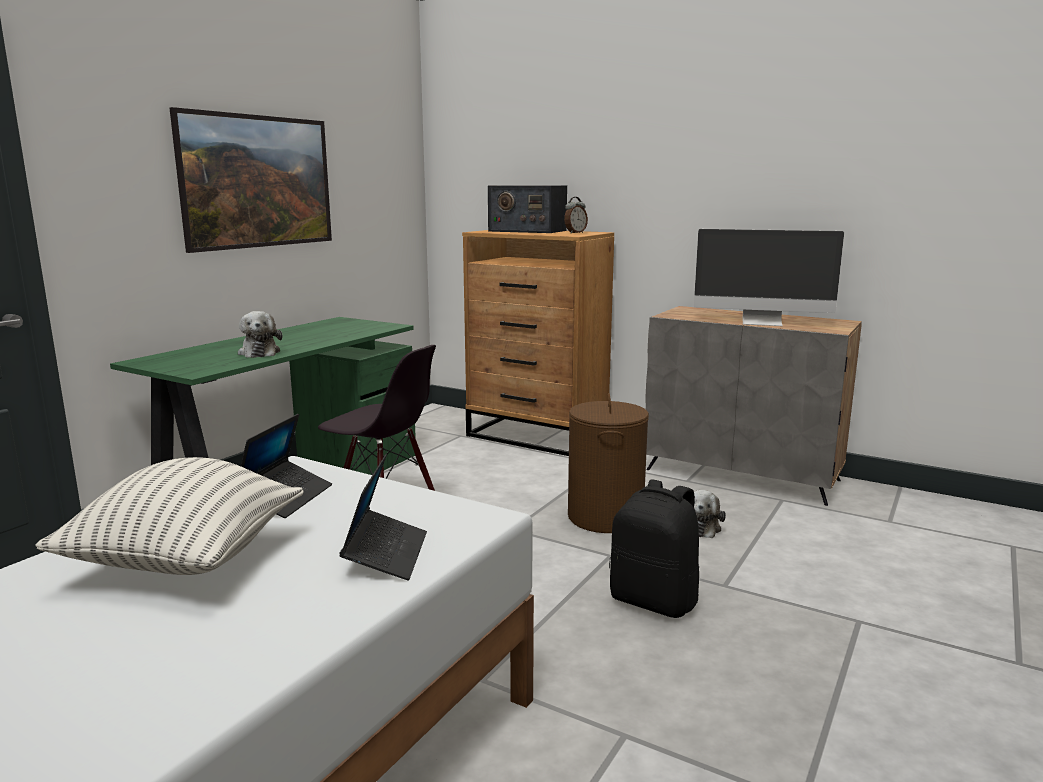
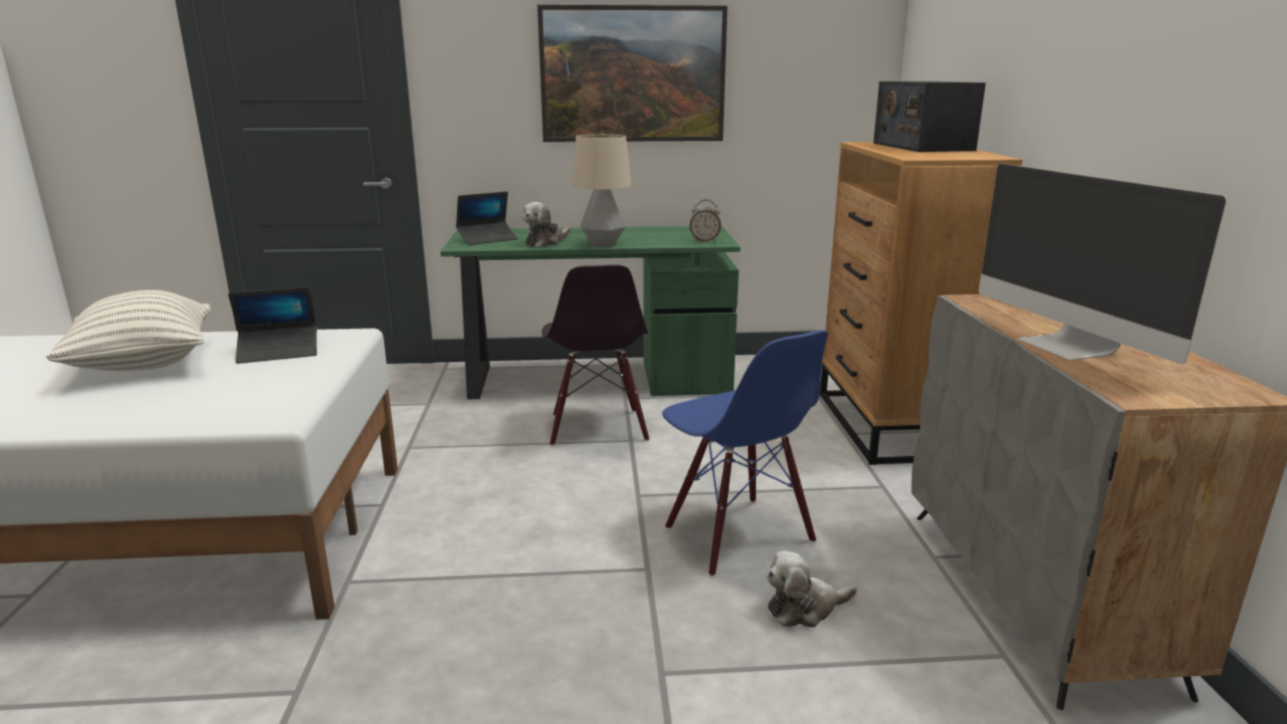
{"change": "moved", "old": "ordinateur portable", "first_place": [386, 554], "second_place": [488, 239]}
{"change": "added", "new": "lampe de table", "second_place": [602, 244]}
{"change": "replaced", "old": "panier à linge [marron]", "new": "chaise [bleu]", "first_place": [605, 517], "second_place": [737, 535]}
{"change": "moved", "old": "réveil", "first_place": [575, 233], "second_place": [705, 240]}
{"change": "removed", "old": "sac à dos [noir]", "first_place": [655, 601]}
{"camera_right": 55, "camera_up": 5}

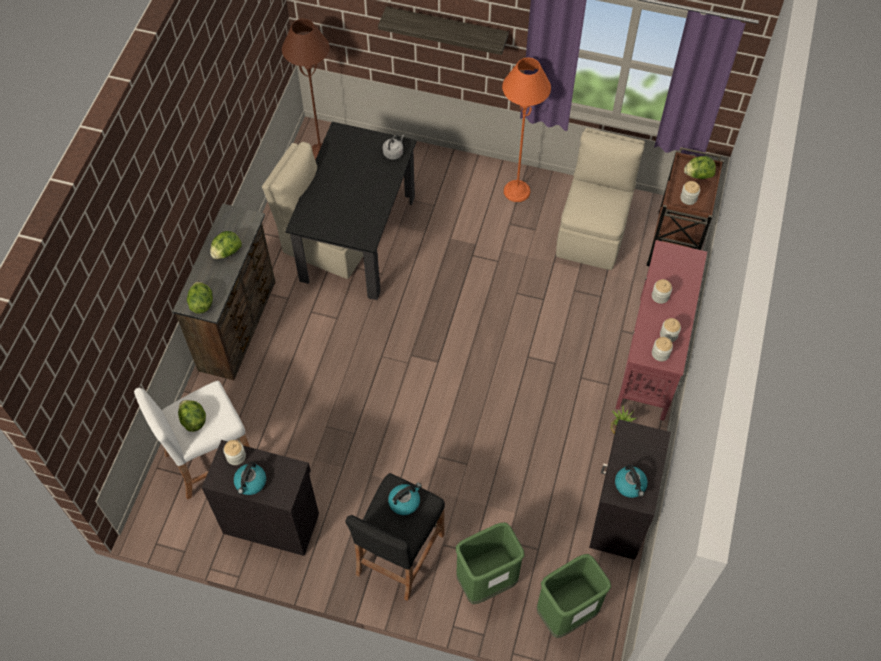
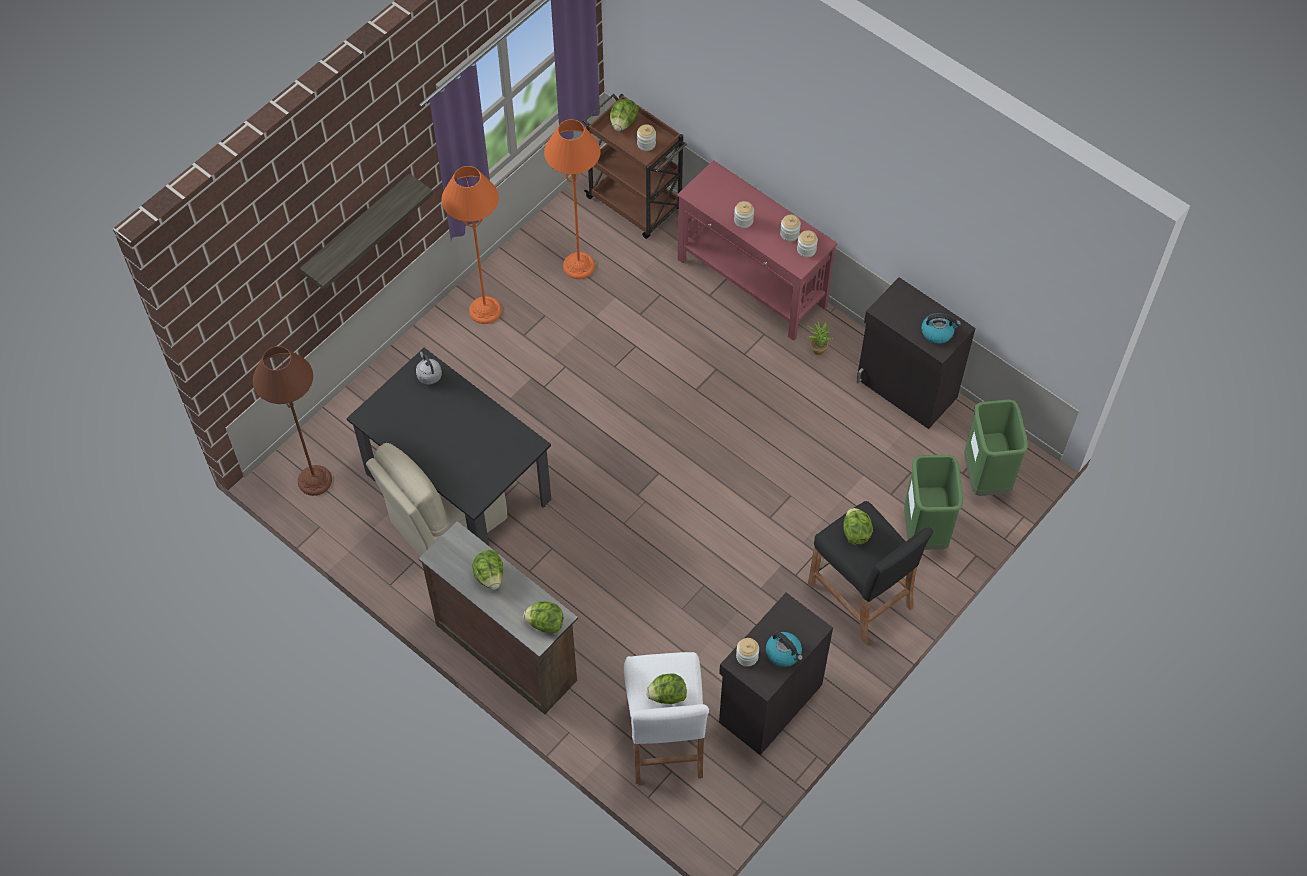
{"change": "replaced", "old": "chaise [beige]", "new": "lampadaire [orange]", "first_place": [593, 232], "second_place": [578, 266]}
{"change": "replaced", "old": "bouilloire", "new": "laitue", "first_place": [404, 501], "second_place": [855, 532]}
{"camera_right": -65, "camera_up": 0}

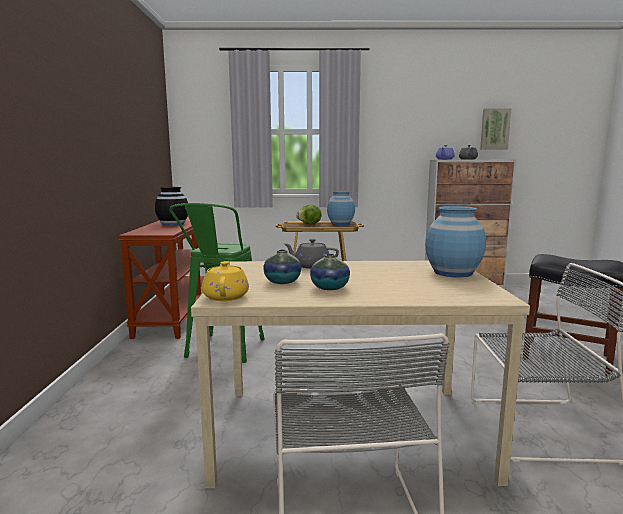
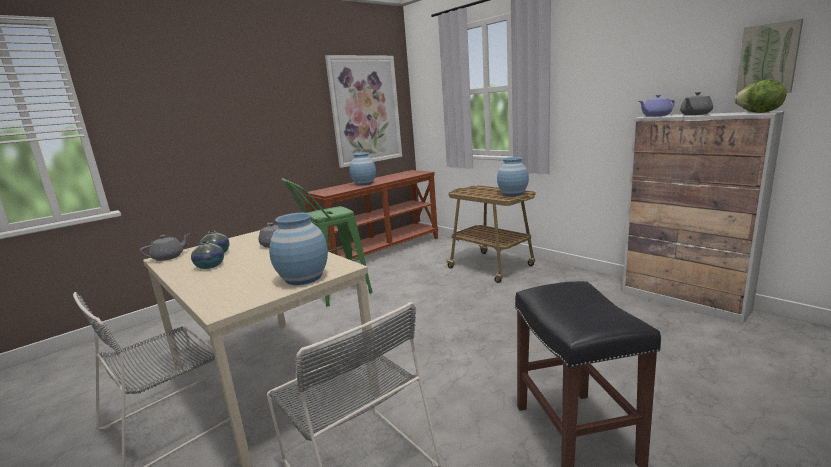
{"change": "recoloured", "old": "théière [jaune]", "new": "théière [gris]", "first_place": [226, 296], "second_place": [169, 257]}
{"change": "added", "new": "tableau", "second_place": [365, 110]}
{"change": "recoloured", "old": "vase [noir]", "new": "vase [bleu]", "first_place": [173, 224], "second_place": [364, 183]}
{"change": "moved", "old": "laitue", "first_place": [309, 224], "second_place": [759, 113]}
{"camera_right": 50, "camera_up": 5}

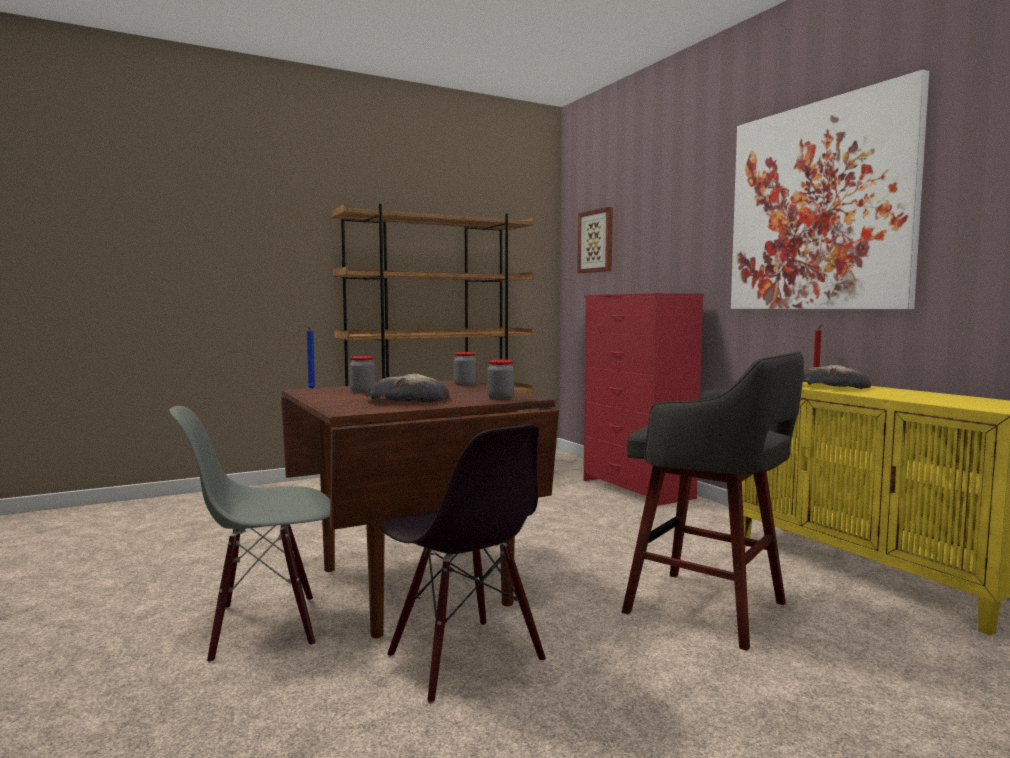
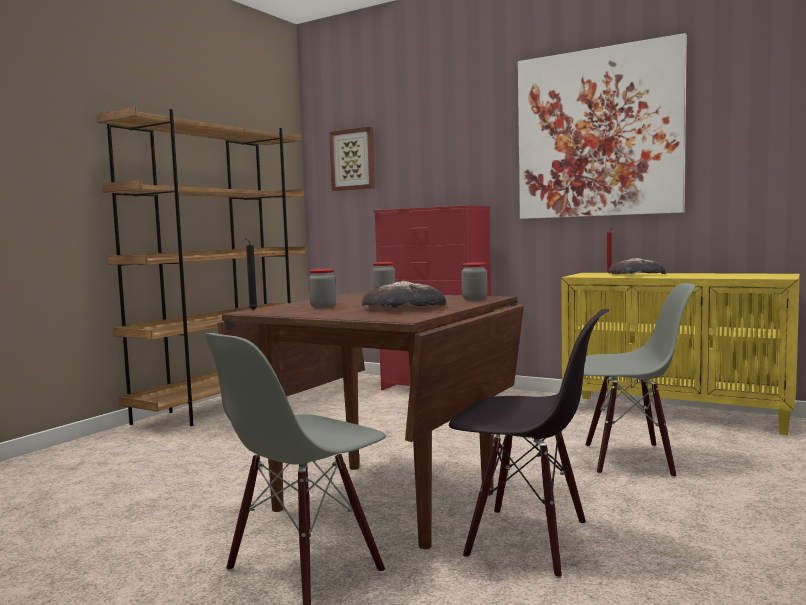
{"change": "recoloured", "old": "bougie [bleu]", "new": "bougie [noir]", "first_place": [310, 389], "second_place": [252, 310]}
{"change": "replaced", "old": "tabouret [gris]", "new": "chaise [gris]", "first_place": [711, 609], "second_place": [628, 460]}
{"camera_right": -30, "camera_up": 0}

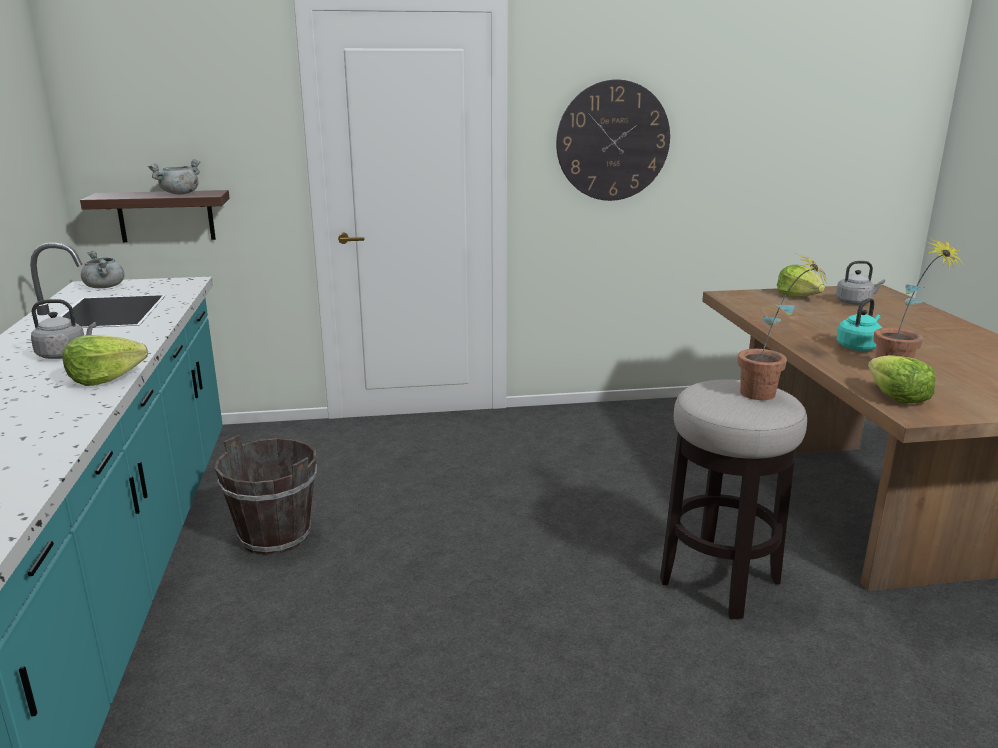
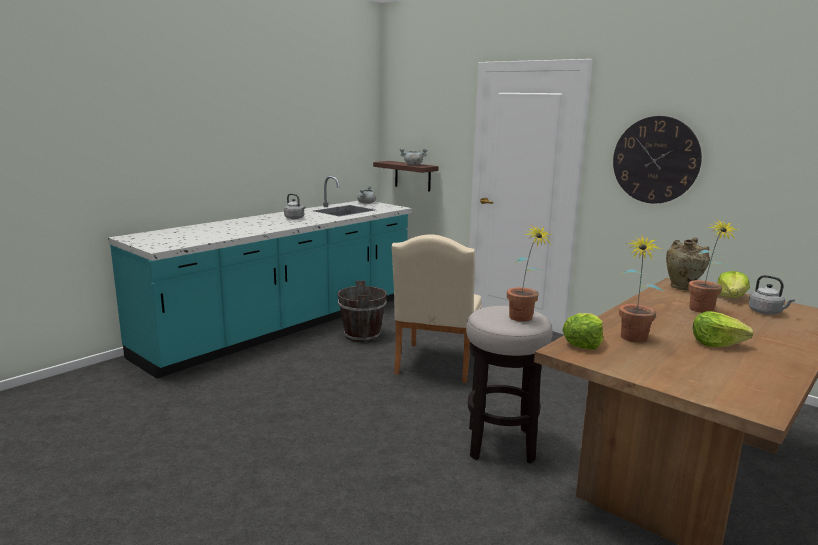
{"change": "added", "new": "chaise [beige]", "second_place": [435, 365]}
{"change": "added", "new": "vase [beige]", "second_place": [682, 288]}
{"change": "added", "new": "plante en pot", "second_place": [703, 311]}
{"change": "moved", "old": "laitue", "first_place": [105, 378], "second_place": [716, 343]}
{"change": "removed", "old": "bouilloire [turquoise]", "first_place": [858, 347]}
{"camera_right": 50, "camera_up": -5}

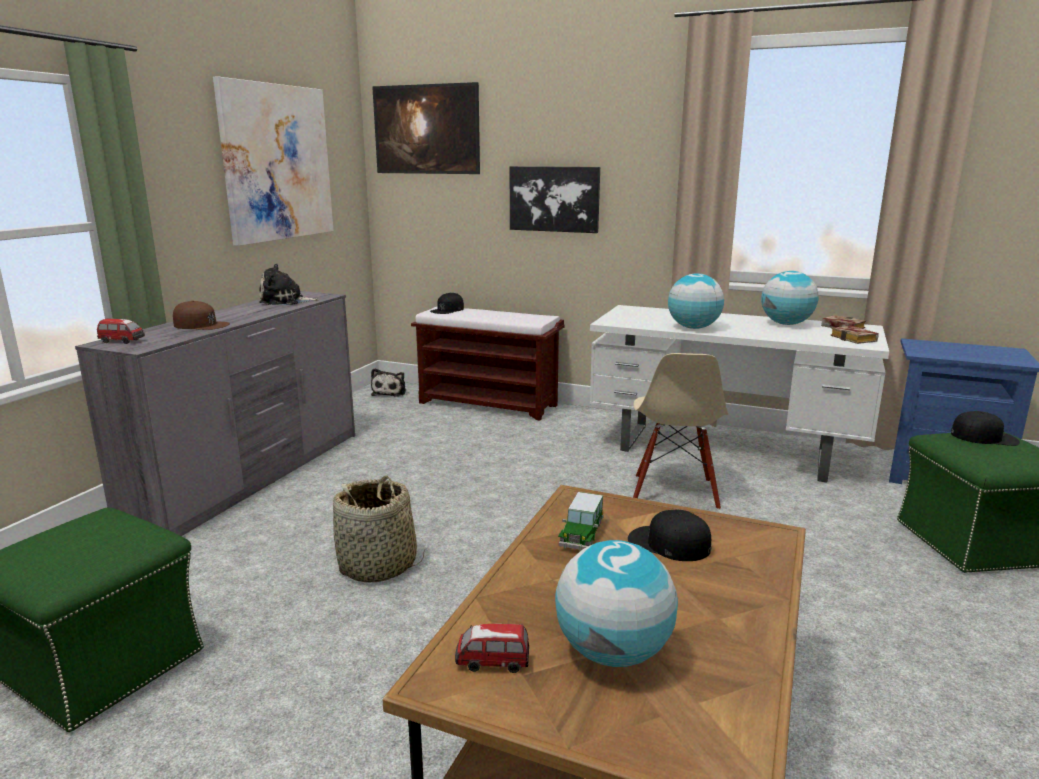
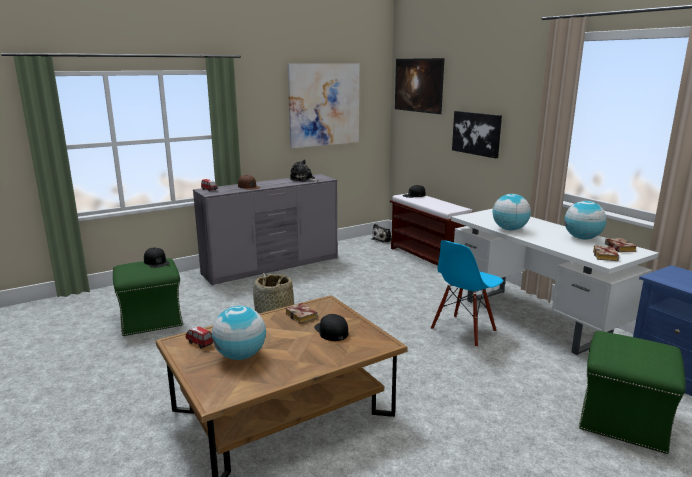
{"change": "moved", "old": "casquette [noir]", "first_place": [984, 437], "second_place": [156, 262]}
{"change": "replaced", "old": "petite voiture", "new": "livre", "first_place": [581, 535], "second_place": [302, 316]}
{"change": "recoloured", "old": "chaise [beige]", "new": "chaise [bleu]", "first_place": [674, 492], "second_place": [463, 330]}
{"camera_right": 35, "camera_up": 0}

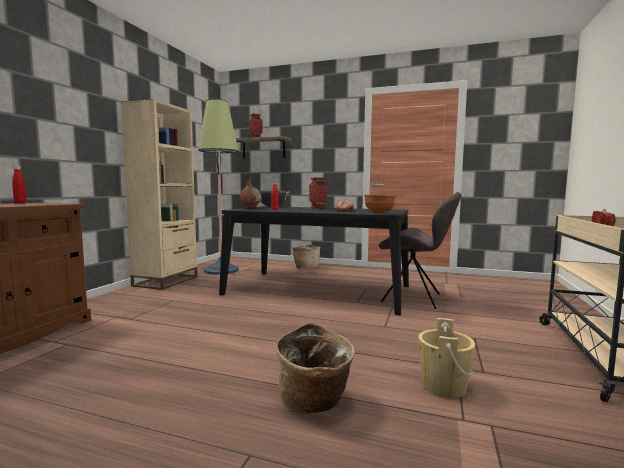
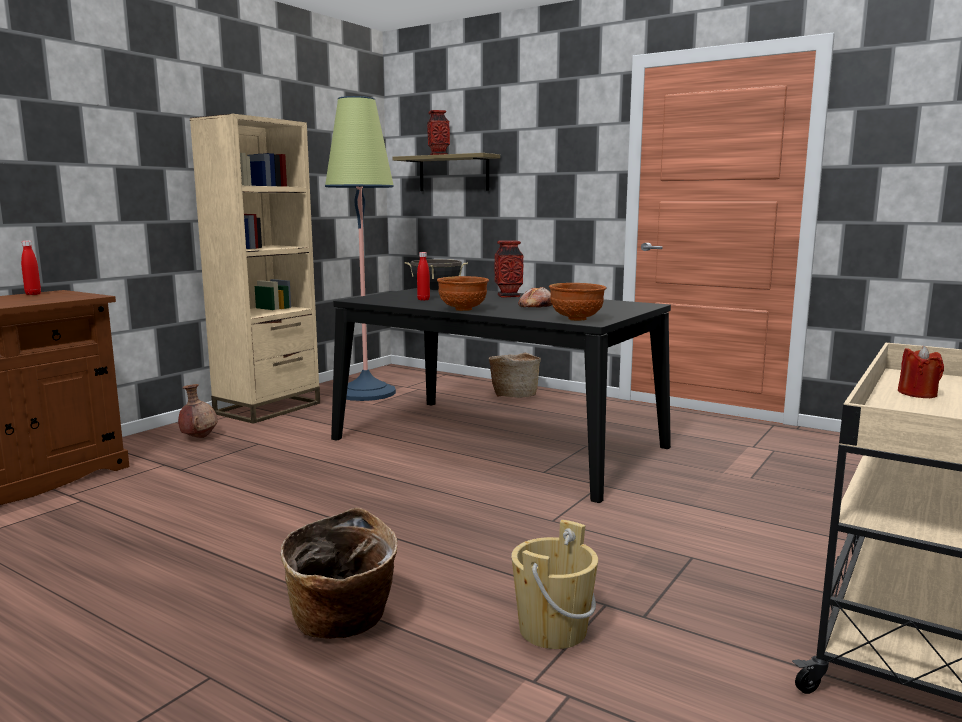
{"change": "moved", "old": "vase [marron]", "first_place": [250, 208], "second_place": [199, 437]}
{"change": "added", "new": "bol [marron]", "second_place": [462, 310]}
{"change": "removed", "old": "chaise [gris]", "first_place": [414, 298]}
{"camera_right": 15, "camera_up": 5}

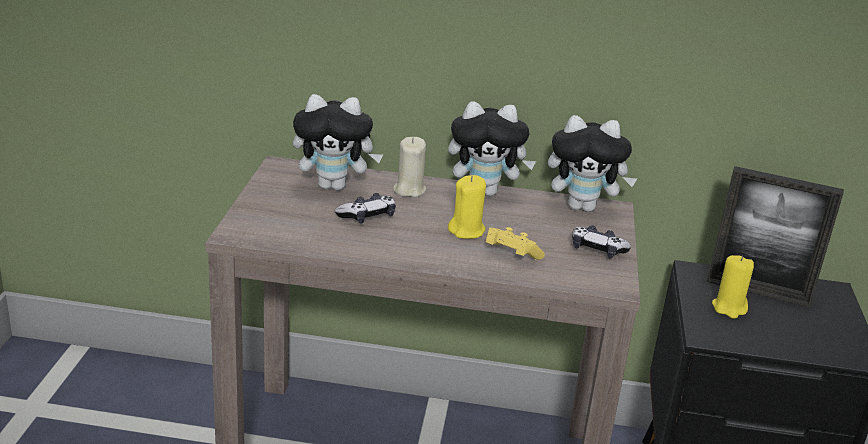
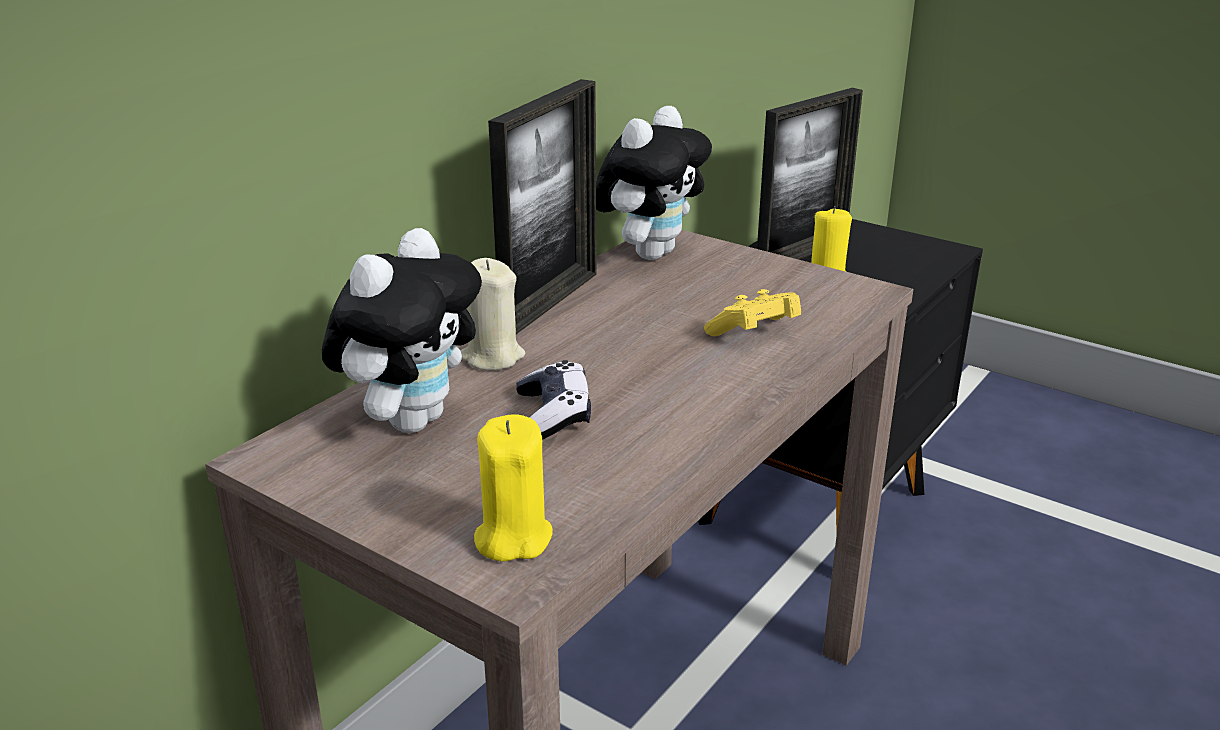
{"change": "moved", "old": "bougie [jaune]", "first_place": [466, 231], "second_place": [512, 538]}
{"change": "replaced", "old": "peluche", "new": "cadre photo", "first_place": [485, 191], "second_place": [550, 302]}
{"change": "removed", "old": "manette", "first_place": [597, 250]}
{"camera_right": -60, "camera_up": 0}

